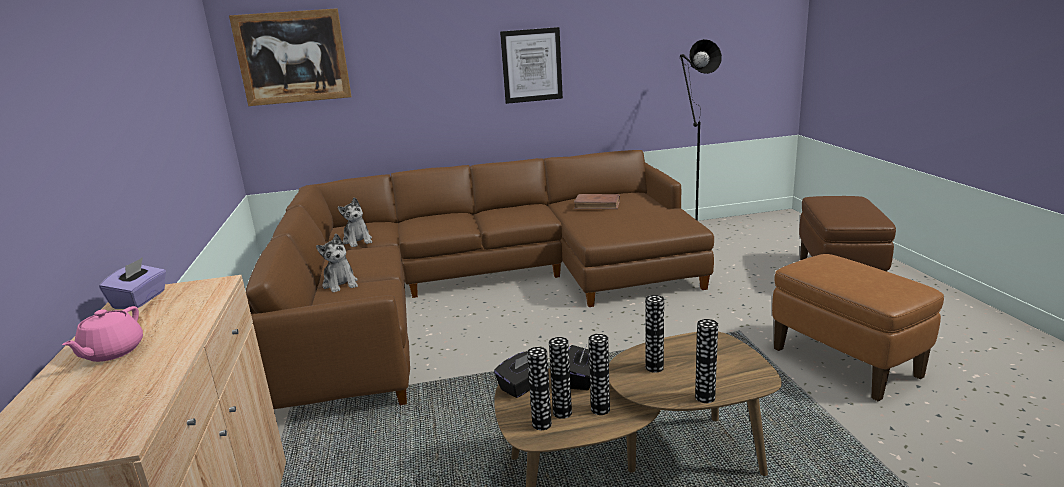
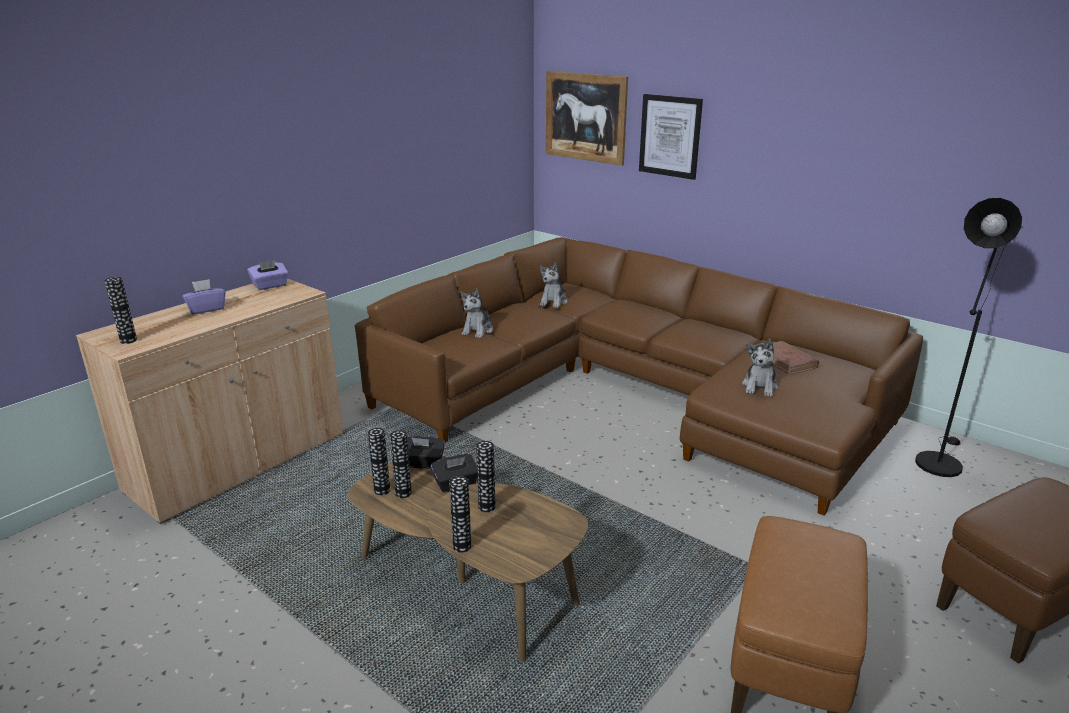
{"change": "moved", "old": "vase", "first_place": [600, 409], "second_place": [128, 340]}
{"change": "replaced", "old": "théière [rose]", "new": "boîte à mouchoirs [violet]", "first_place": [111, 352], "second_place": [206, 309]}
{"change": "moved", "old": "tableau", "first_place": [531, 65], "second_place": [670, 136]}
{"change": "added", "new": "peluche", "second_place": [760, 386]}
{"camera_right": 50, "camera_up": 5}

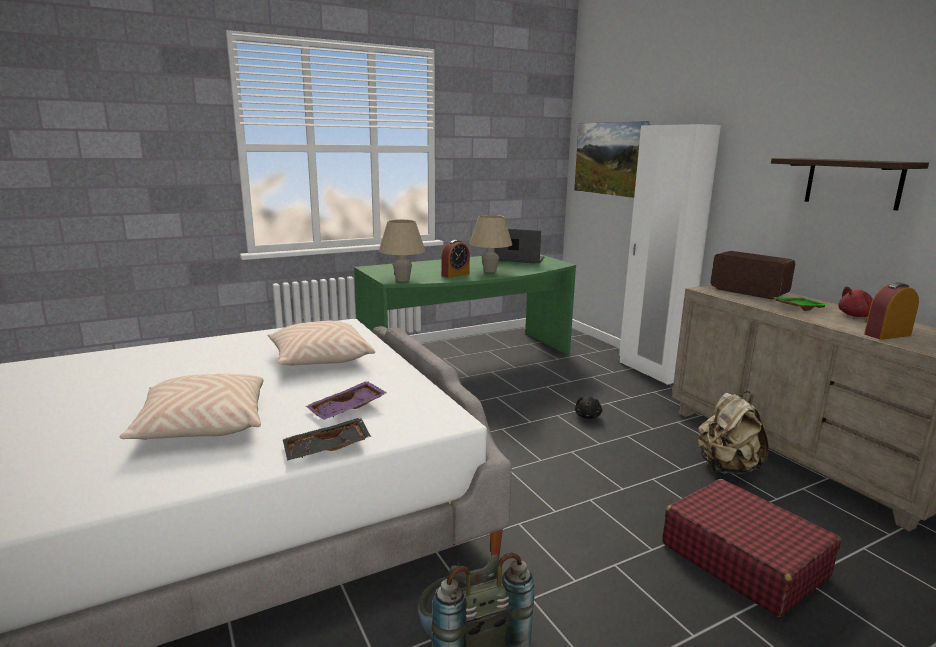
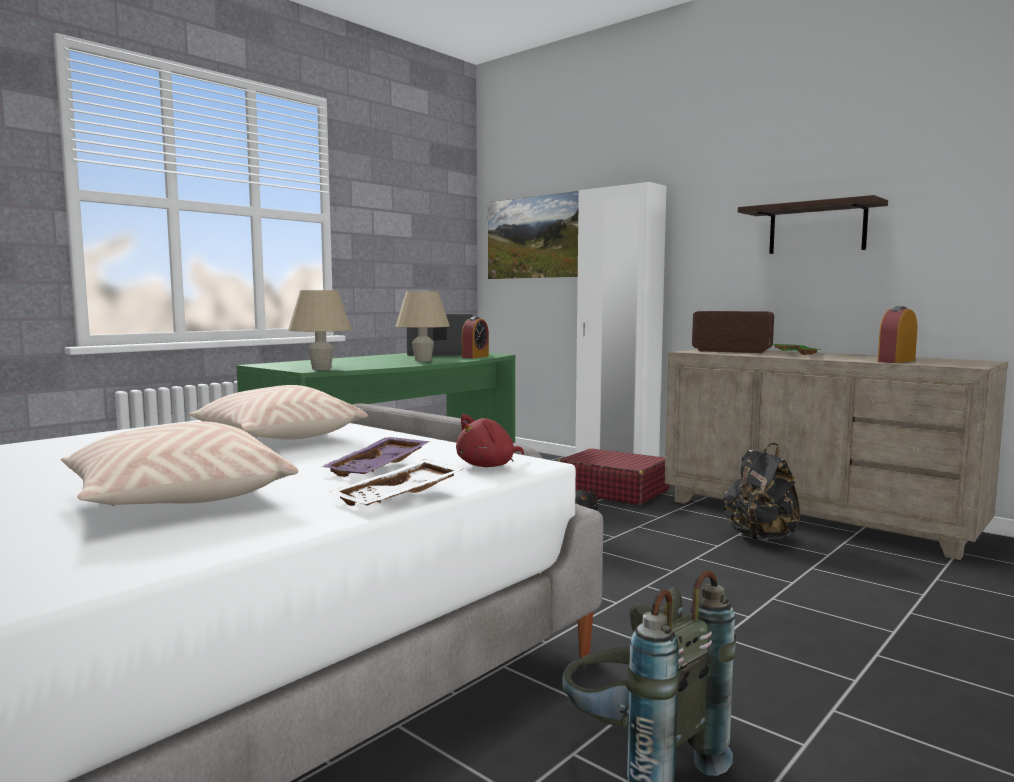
{"change": "recoloured", "old": "plateau [noir]", "new": "plateau [blanc]", "first_place": [327, 449], "second_place": [399, 498]}
{"change": "moved", "old": "peluche [rouge]", "first_place": [857, 316], "second_place": [489, 466]}
{"change": "moved", "old": "réveil", "first_place": [455, 275], "second_place": [475, 357]}
{"change": "moved", "old": "valise [rouge]", "first_place": [743, 559], "second_place": [613, 491]}
{"change": "recoloured", "old": "sac à dos [beige]", "new": "sac à dos [noir]", "first_place": [726, 468], "second_place": [760, 538]}
{"camera_right": -20, "camera_up": -10}

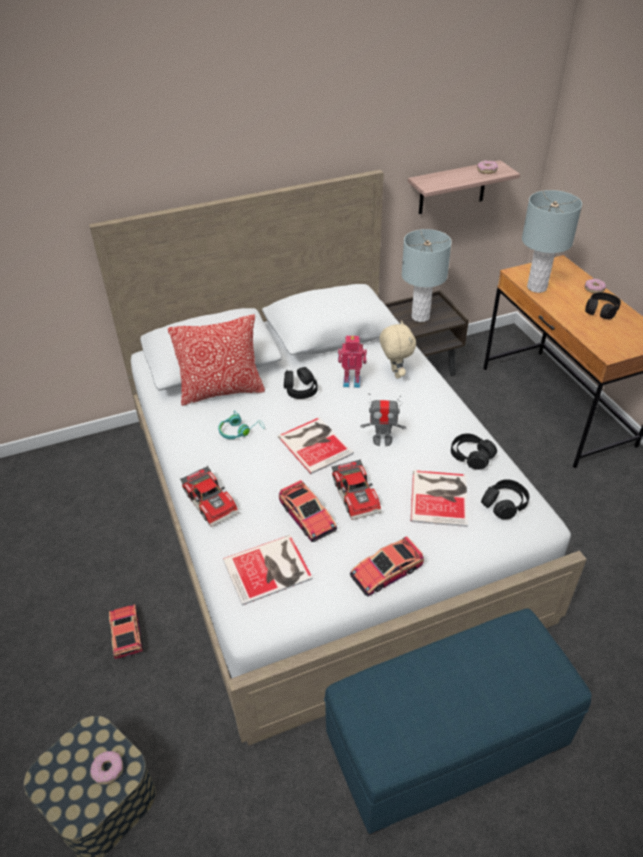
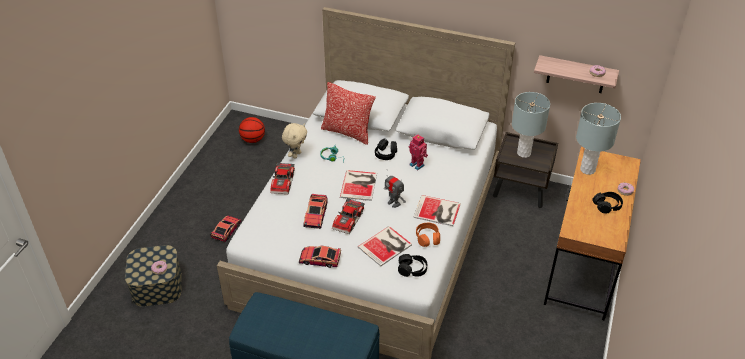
{"change": "added", "new": "ballon de basket", "second_place": [253, 140]}
{"change": "moved", "old": "peluche [beige]", "first_place": [395, 373], "second_place": [296, 155]}
{"change": "moved", "old": "livre", "first_place": [270, 570], "second_place": [438, 211]}
{"change": "recoloured", "old": "casque audio [noir]", "new": "casque audio [orange]", "first_place": [471, 456], "second_place": [427, 238]}
{"camera_right": 40, "camera_up": 0}

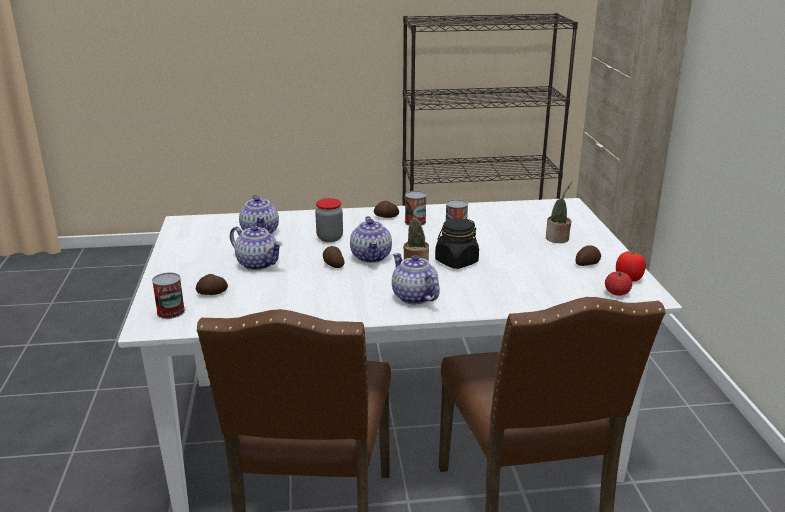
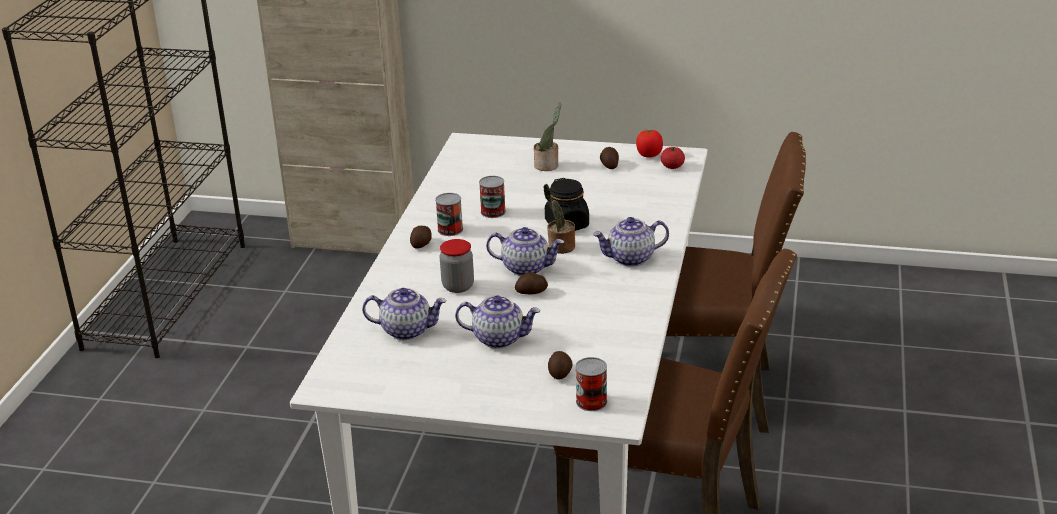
{"change": "turned", "old": "théière", "first_place": [258, 264], "second_place": [499, 338], "degrees": 45}
{"camera_right": -70, "camera_up": 5}

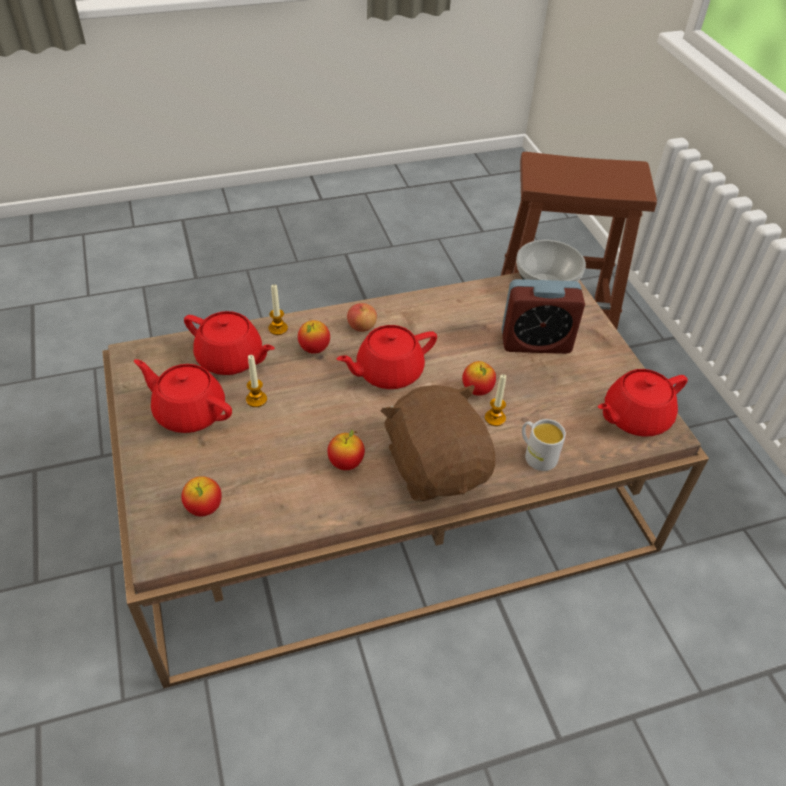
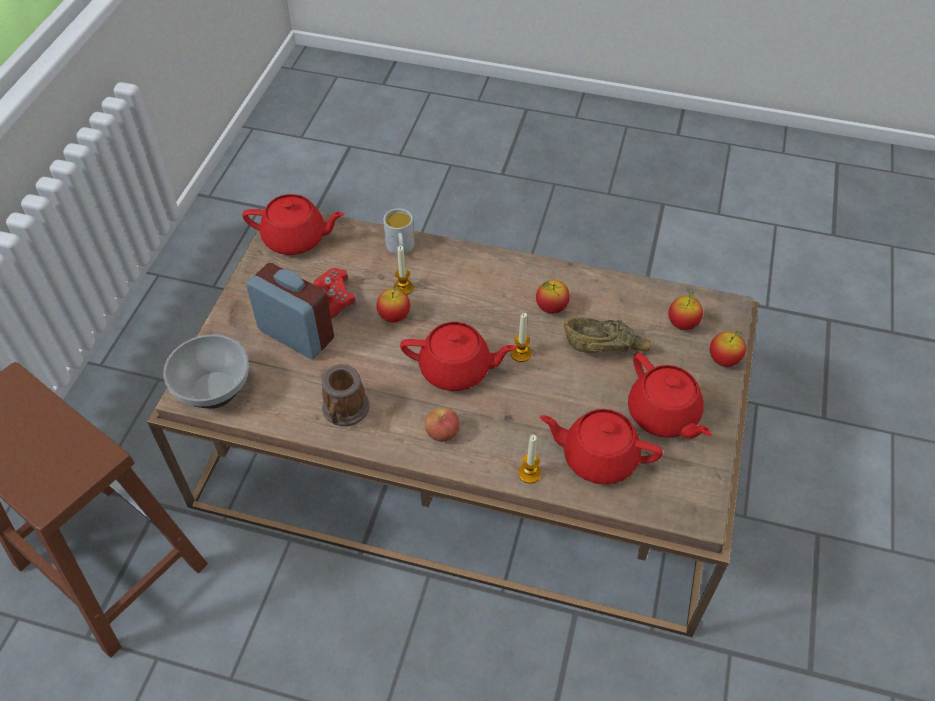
{"change": "added", "new": "manette [rouge]", "second_place": [335, 298]}
{"change": "added", "new": "mug", "second_place": [344, 412]}
{"change": "moved", "old": "bougie", "first_place": [256, 399], "second_place": [521, 353]}
{"change": "turned", "old": "théière [rouge]", "first_place": [231, 359], "second_place": [598, 457], "degrees": -45}
{"change": "added", "new": "bol [marron]", "second_place": [604, 346]}
{"change": "moved", "old": "pomme", "first_place": [314, 349], "second_place": [723, 360]}
{"change": "removed", "old": "peluche [marron]", "first_place": [437, 467]}
{"camera_right": -145, "camera_up": 5}

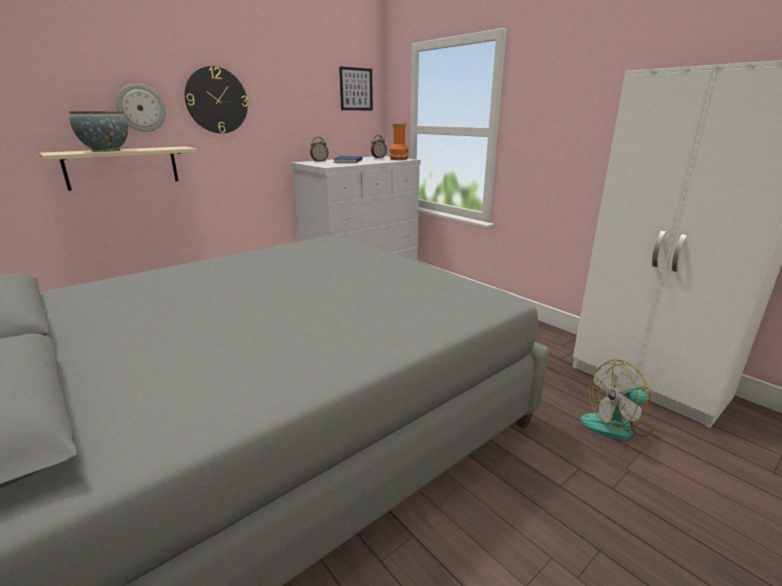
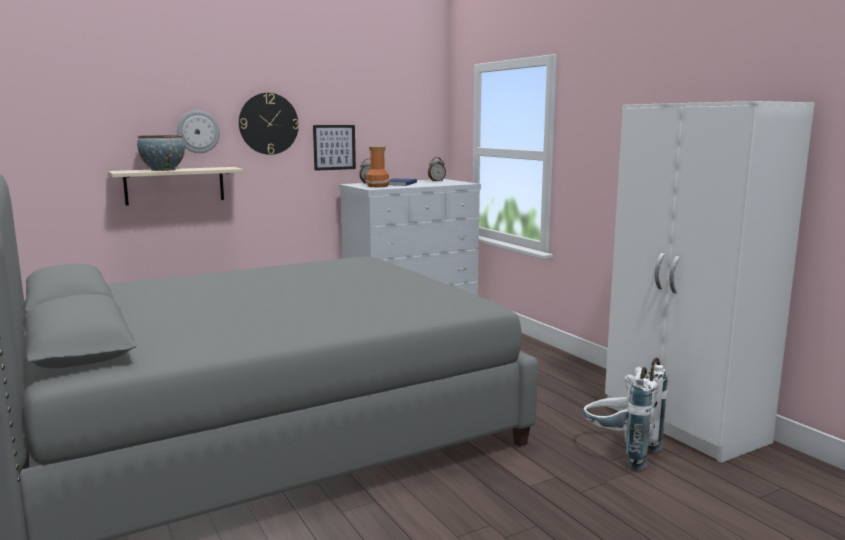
{"change": "moved", "old": "tableau", "first_place": [356, 89], "second_place": [334, 147]}
{"change": "moved", "old": "vase", "first_place": [399, 159], "second_place": [378, 186]}
{"change": "replaced", "old": "ventilateur", "new": "sac à dos [blanc]", "first_place": [617, 425], "second_place": [620, 452]}
{"camera_right": 10, "camera_up": -10}

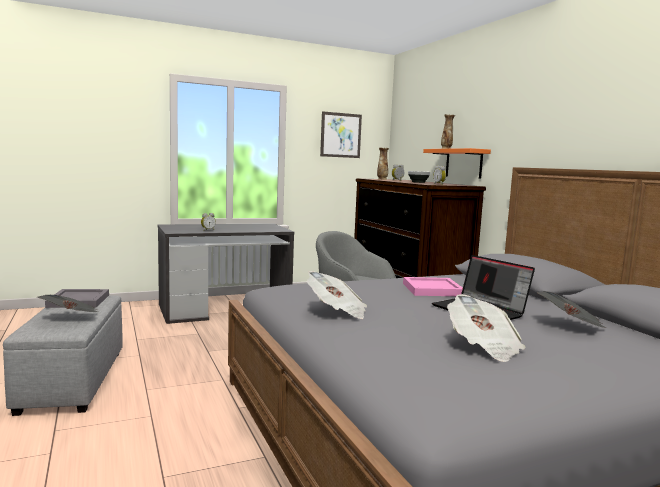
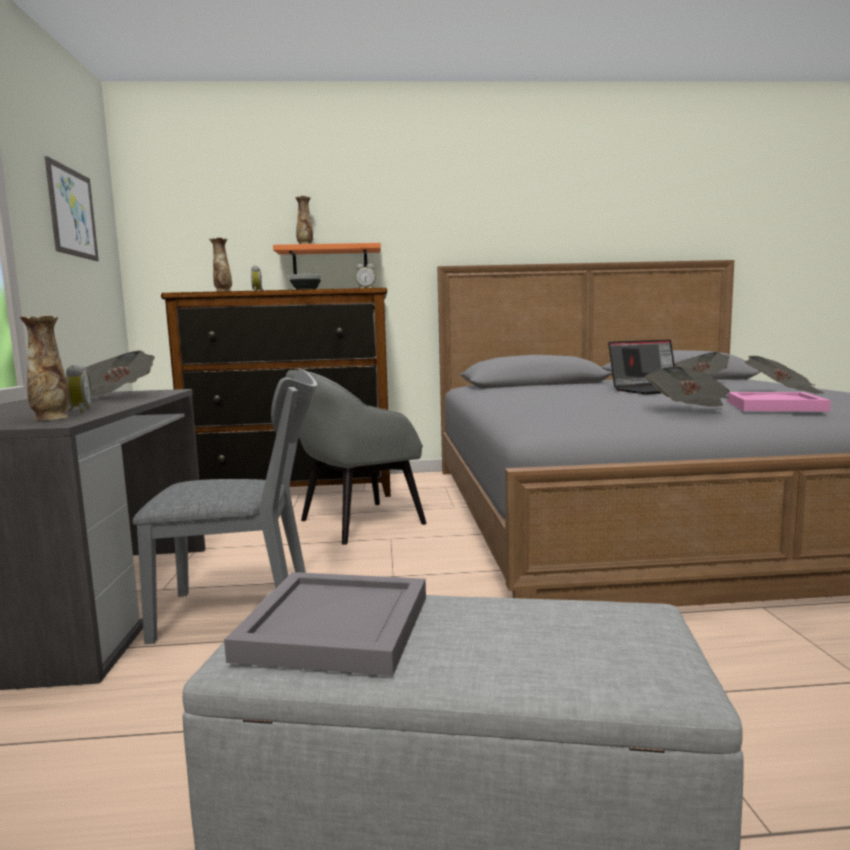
{"change": "added", "new": "vase", "second_place": [51, 418]}
{"change": "moved", "old": "journal", "first_place": [71, 318], "second_place": [114, 397]}
{"change": "added", "new": "chaise [gris]", "second_place": [248, 611]}
{"change": "moved", "old": "plateau [rose]", "first_place": [431, 289], "second_place": [773, 406]}
{"camera_right": -70, "camera_up": 0}

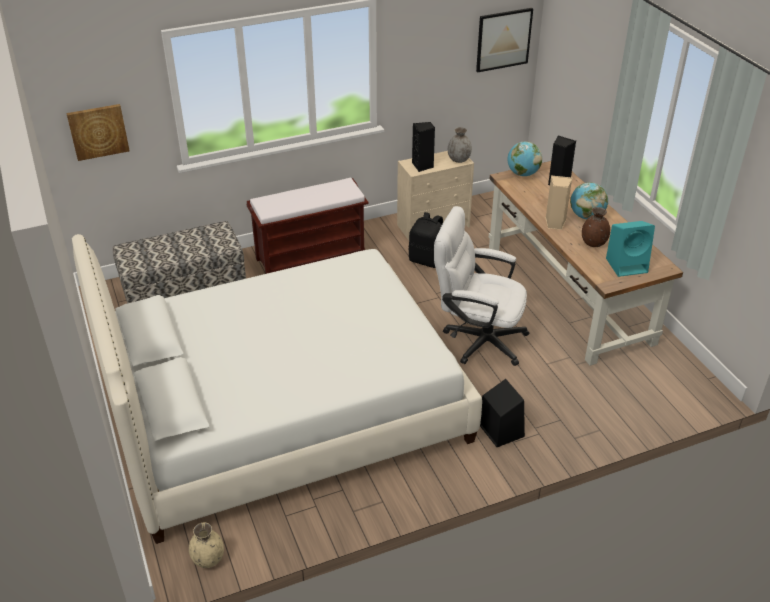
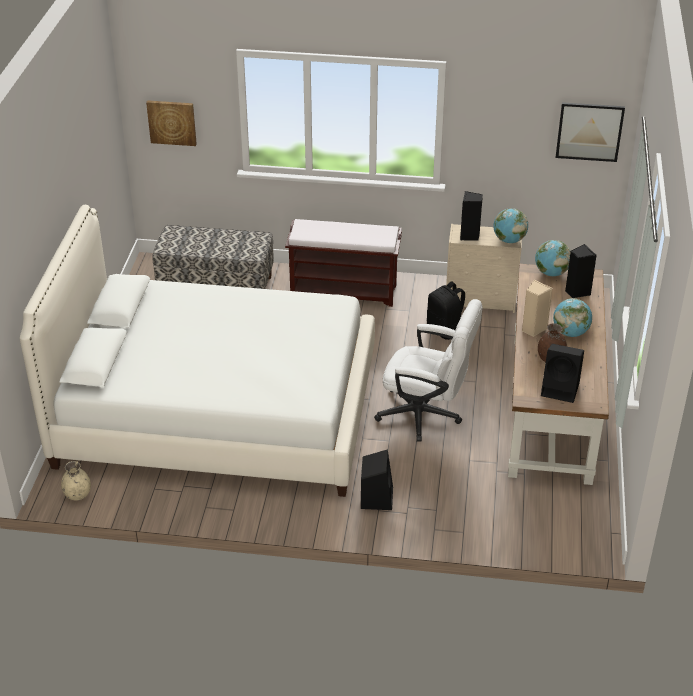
{"change": "turned", "old": "chaise de bureau [blanc]", "first_place": [477, 339], "second_place": [426, 415], "degrees": 150}
{"change": "replaced", "old": "vase [gris]", "new": "globe", "first_place": [458, 160], "second_place": [509, 240]}
{"change": "recoloured", "old": "enceinte [turquoise]", "new": "enceinte [noir]", "first_place": [627, 265], "second_place": [561, 389]}
{"camera_right": 30, "camera_up": 0}

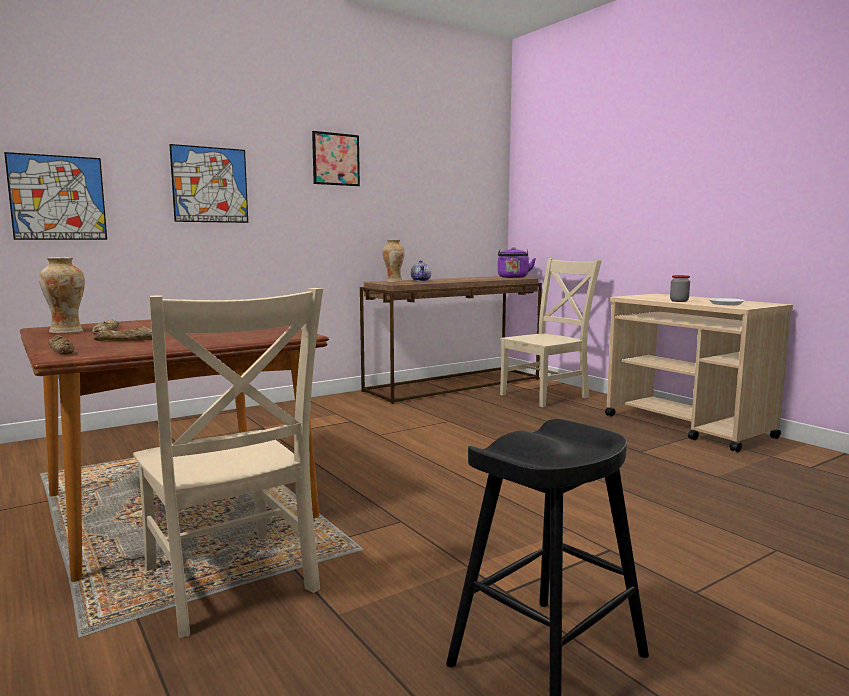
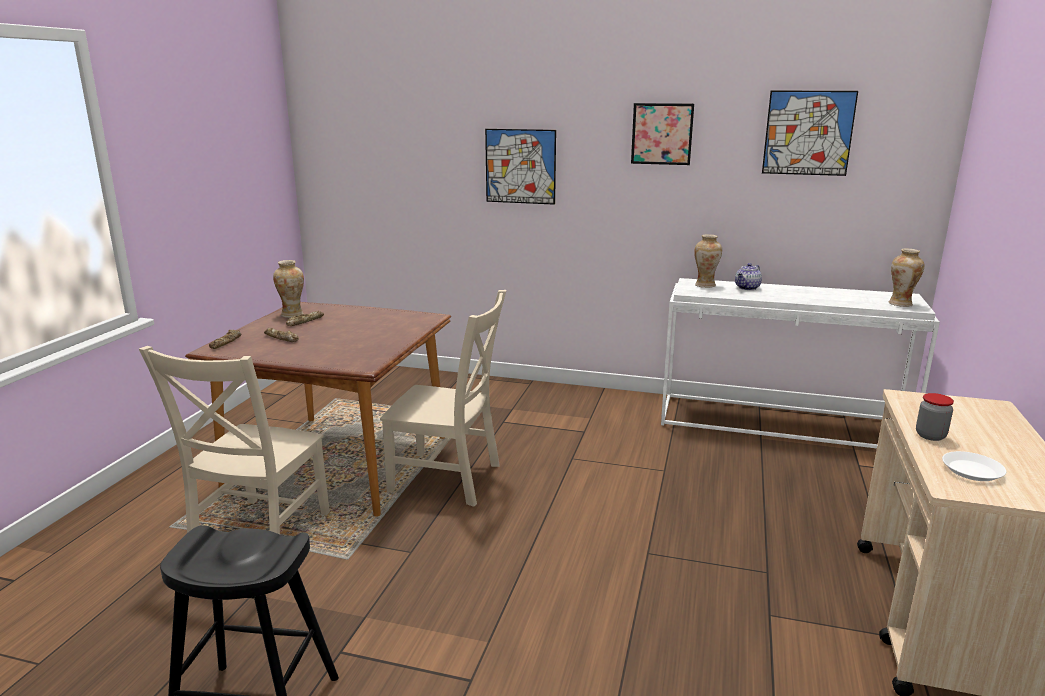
{"change": "moved", "old": "chaise [beige]", "first_place": [547, 395], "second_place": [450, 479]}
{"change": "recoloured", "old": "table console [marron]", "new": "table console [blanc]", "first_place": [454, 384], "second_place": [781, 423]}
{"change": "moved", "old": "tableau", "first_place": [58, 198], "second_place": [808, 133]}
{"change": "replaced", "old": "bouilloire [violet]", "new": "vase", "first_place": [513, 277], "second_place": [900, 304]}
{"camera_right": 50, "camera_up": 10}

